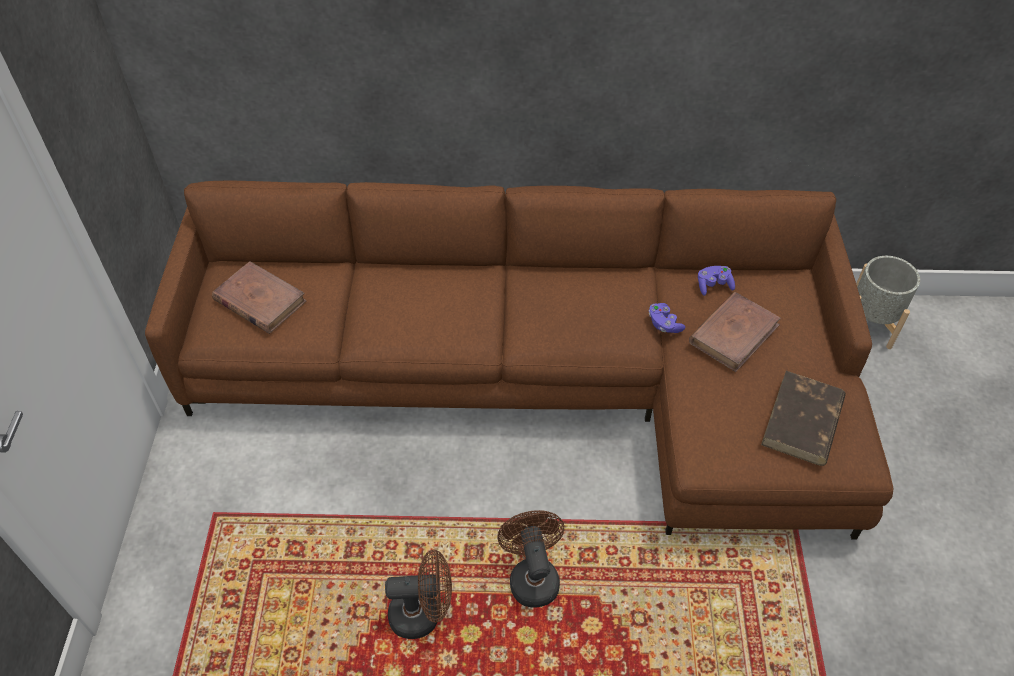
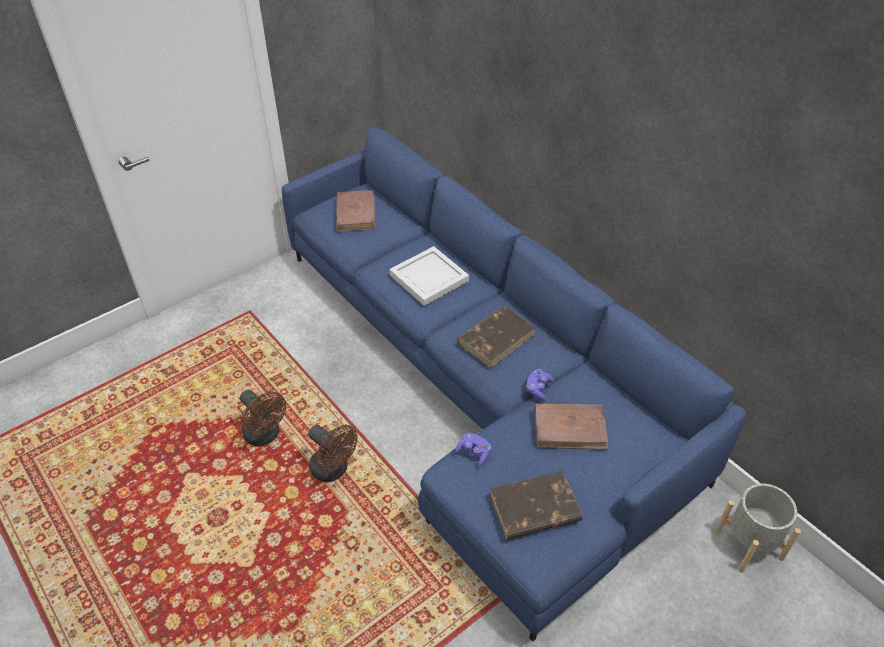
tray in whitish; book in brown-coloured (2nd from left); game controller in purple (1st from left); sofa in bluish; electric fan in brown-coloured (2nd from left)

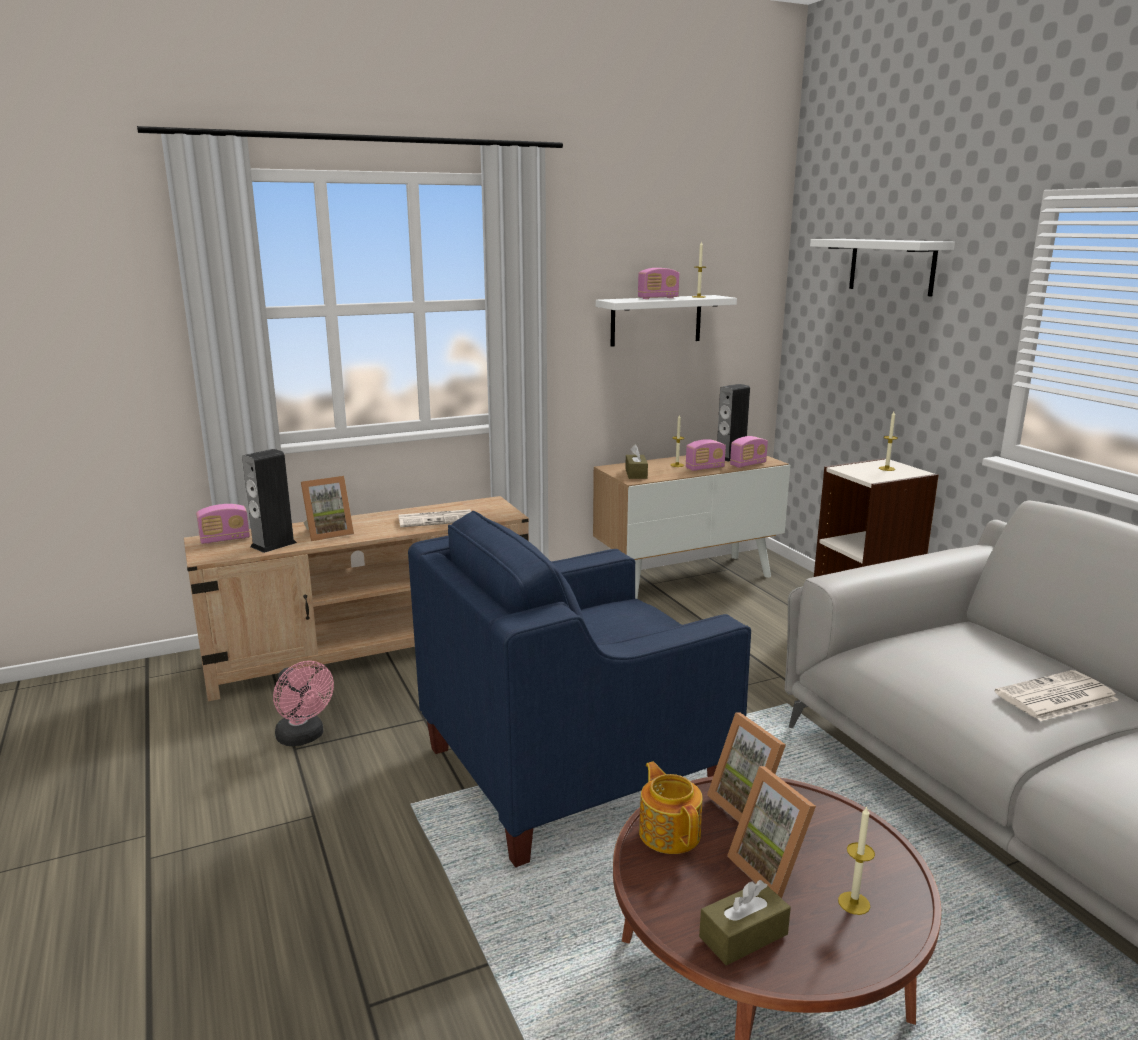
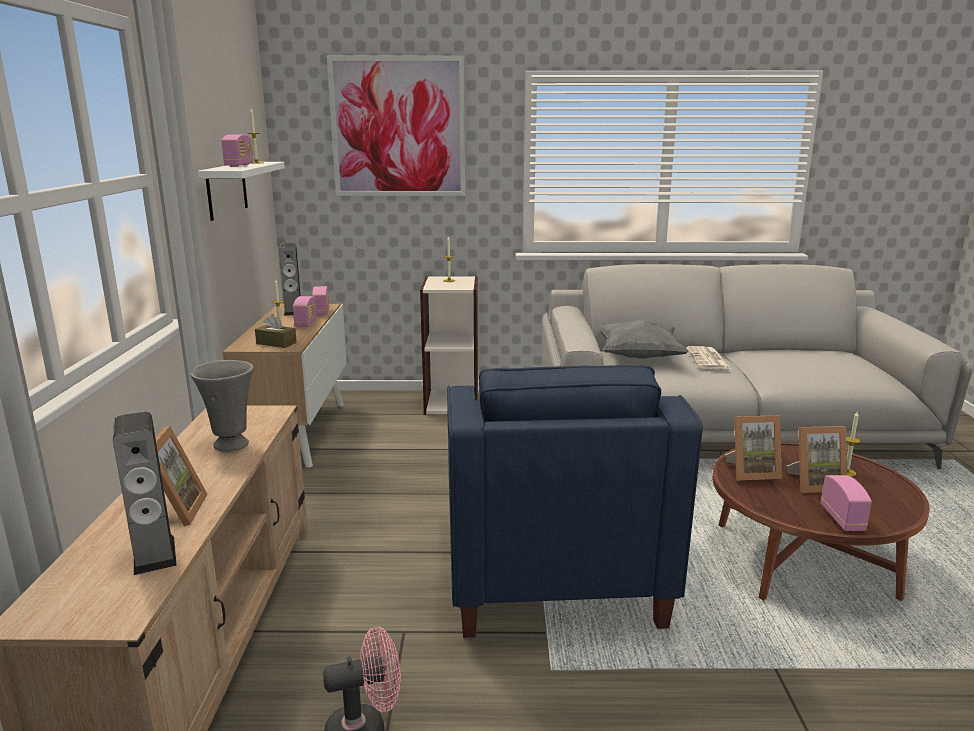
teapot; tissue box in brown-coloured (2nd from left in the first image); cushion in gray; radio (4th from left); vase in gray; wall picture

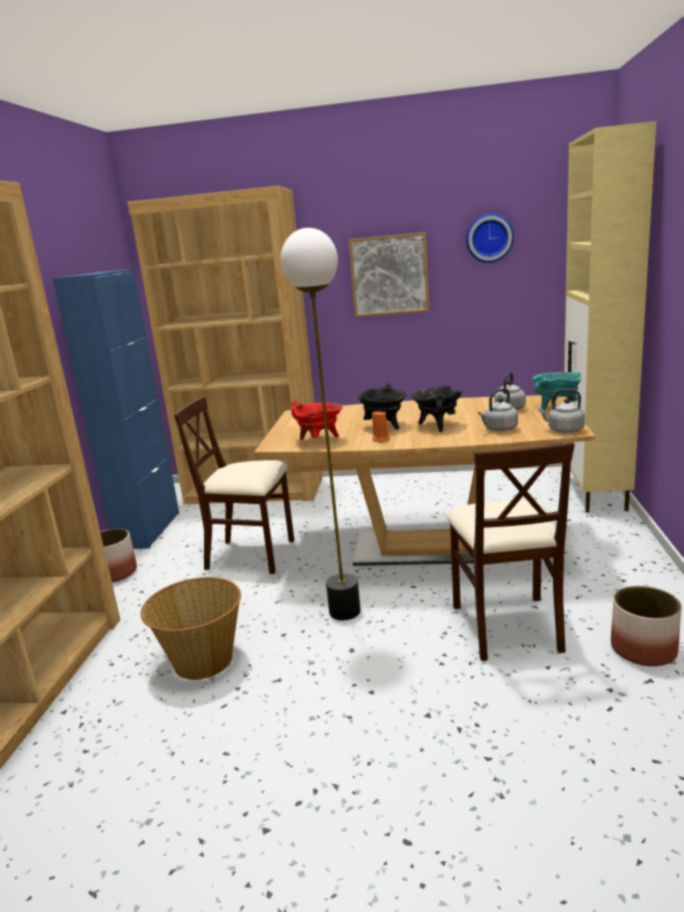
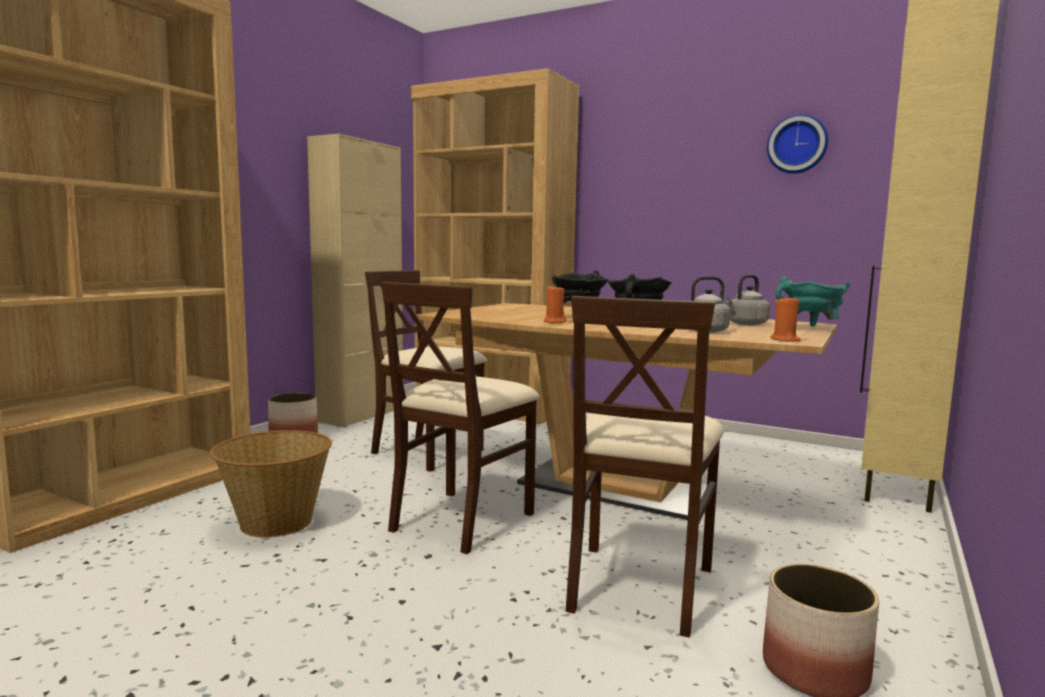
stockpot in red-coloured; wall picture; chair in sand-coloured (2nd from left); wax candle in orangey (2nd from left); cupboard in sand-coloured (1st from left)

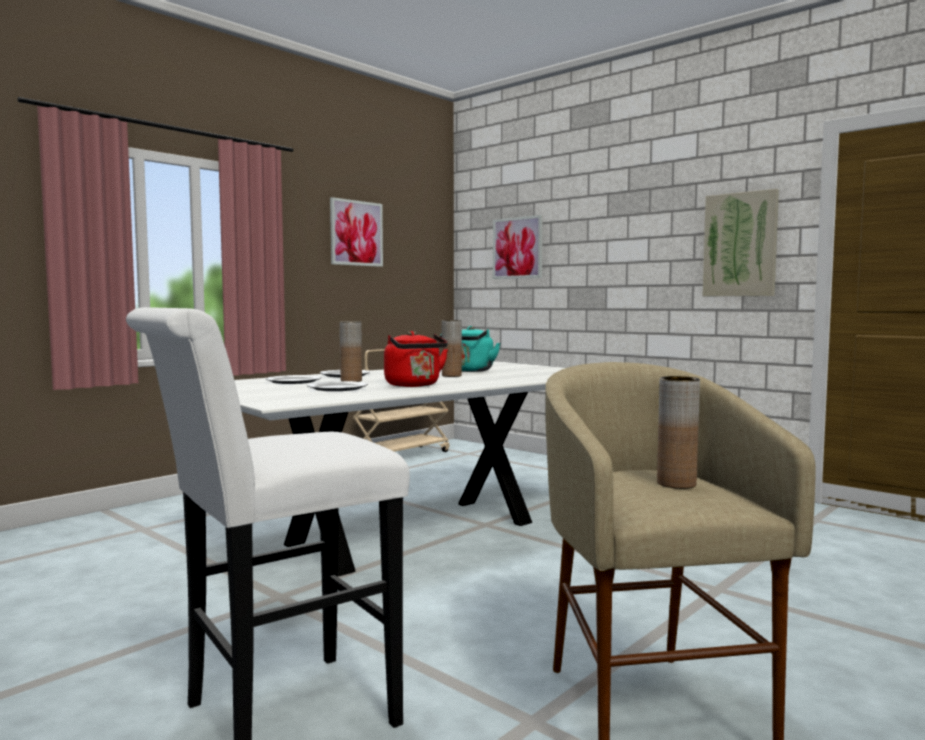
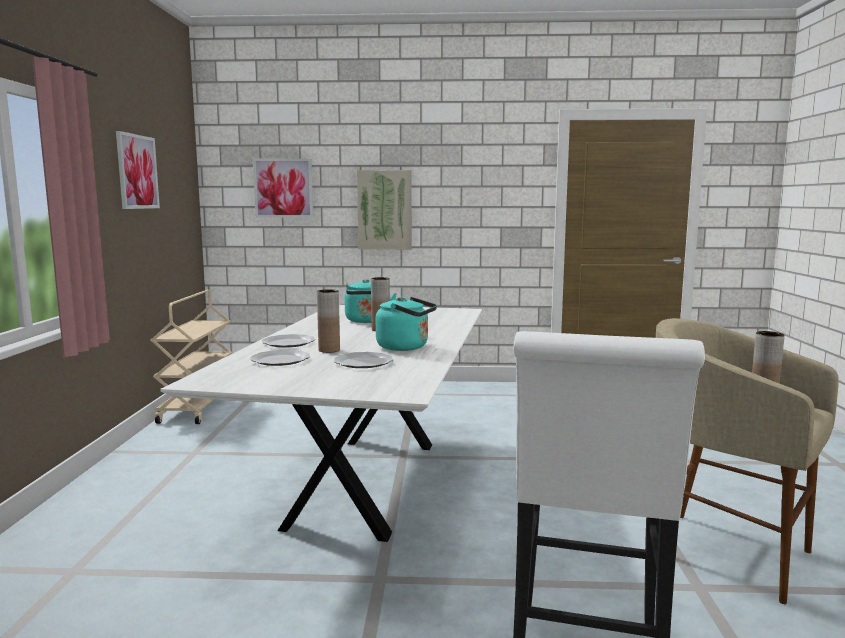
wall picture (3rd from left); tea kettle in turquoise-coloured (2nd from left)

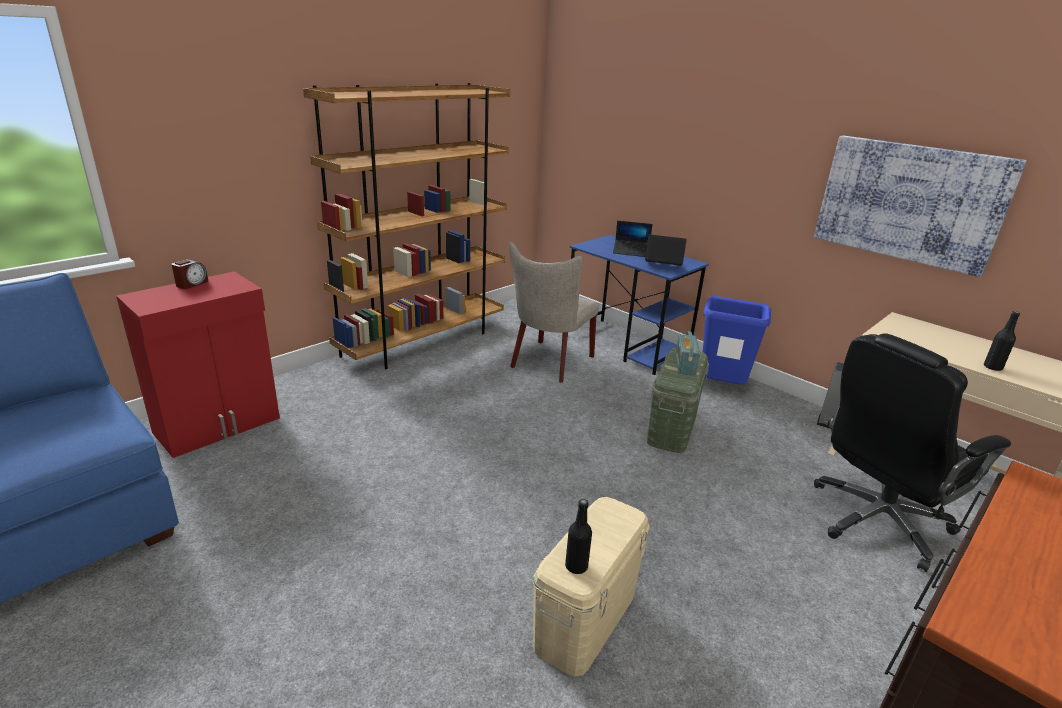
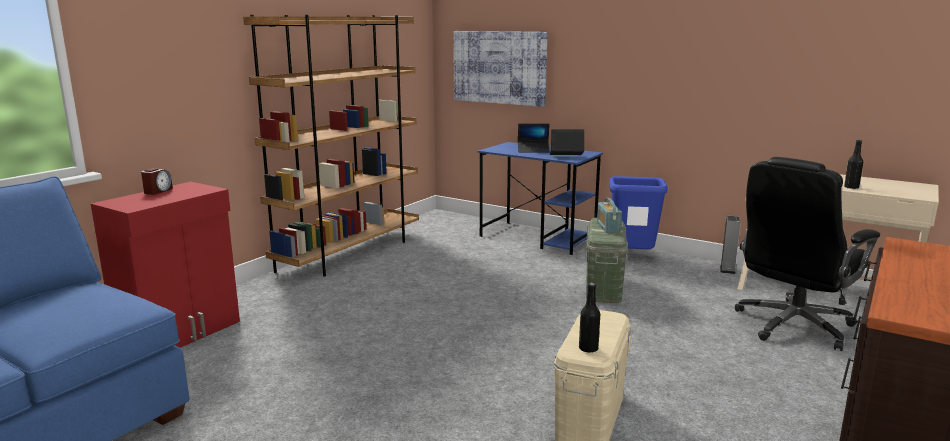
chair in sand-coloured; wall picture

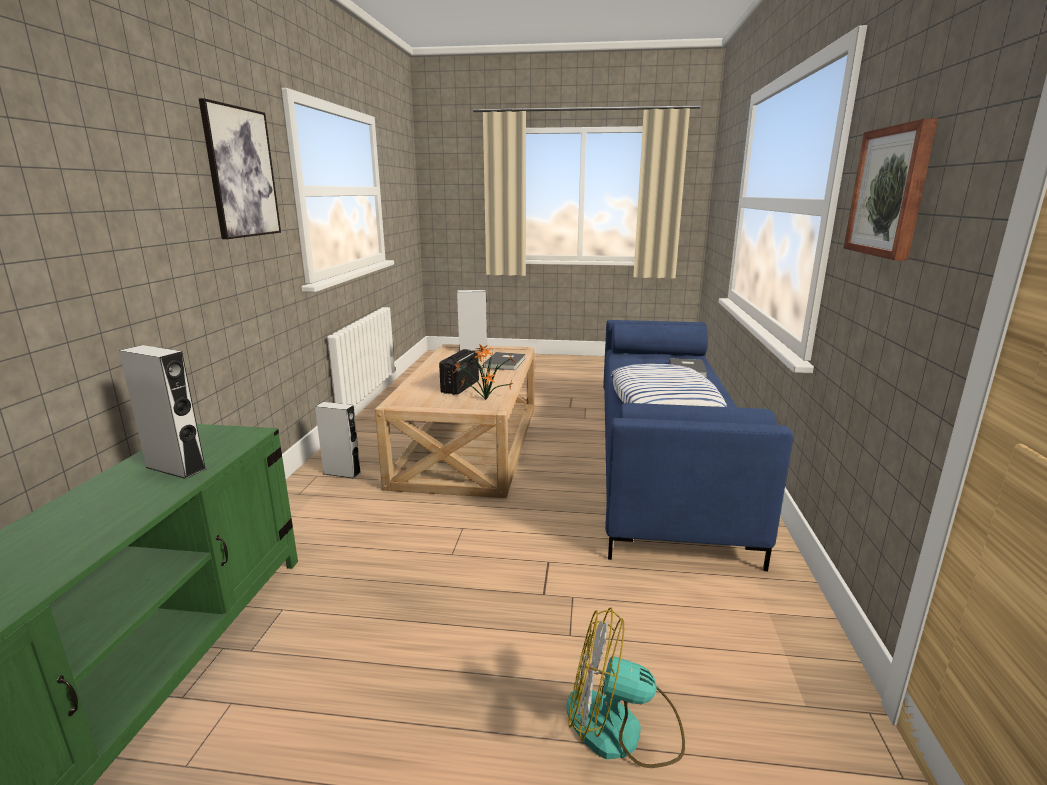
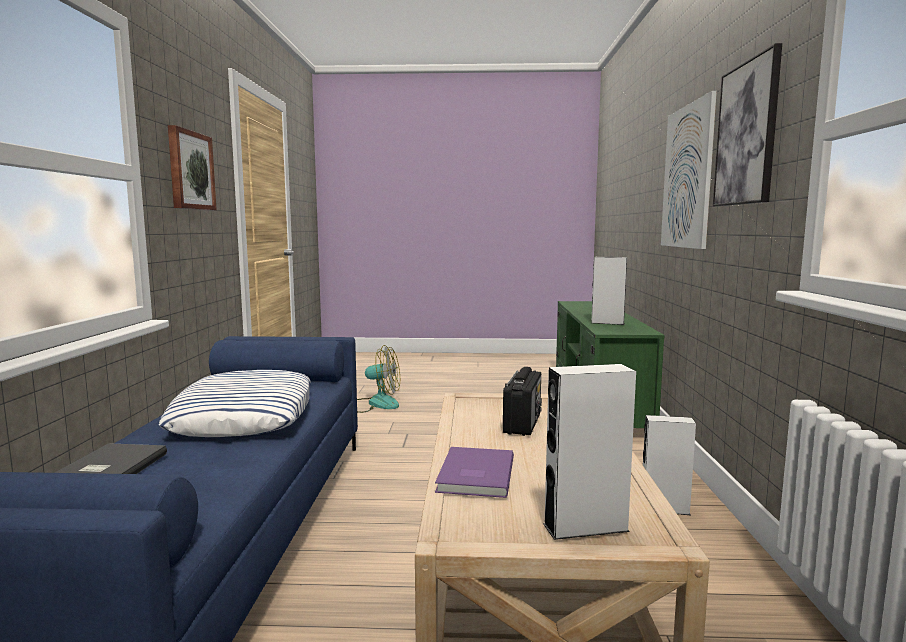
houseplant; wall picture (2nd from left); book in purple

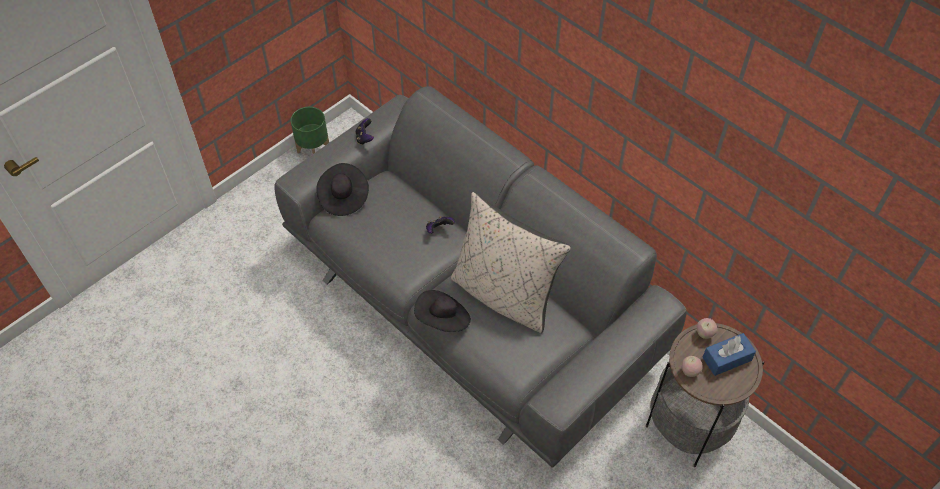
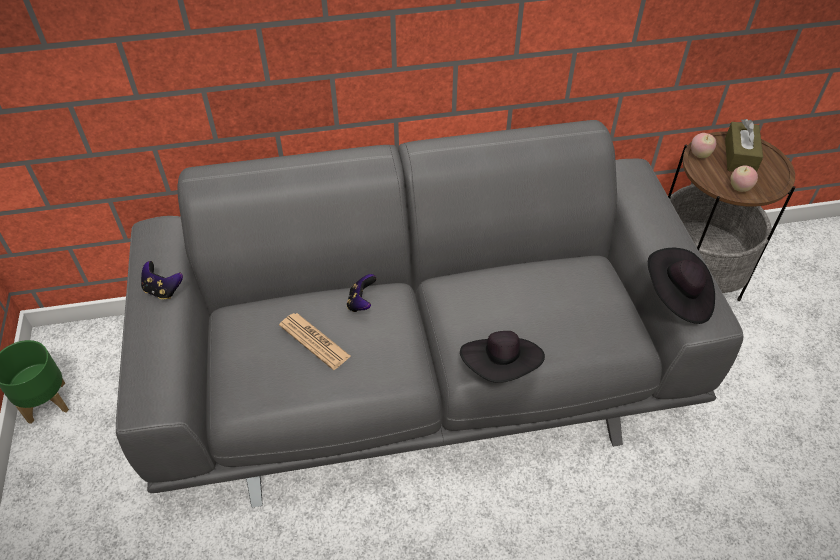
cushion in sand-coloured; printed paper; wearable hat in blackish (2nd from left); tissue box in brown-coloured

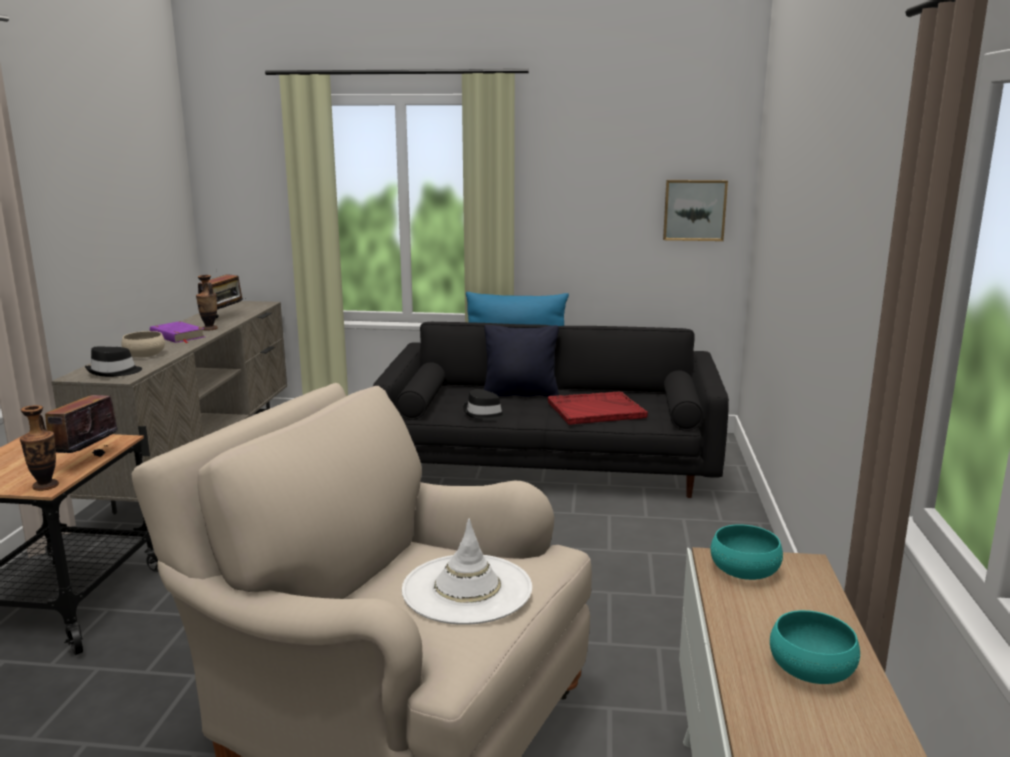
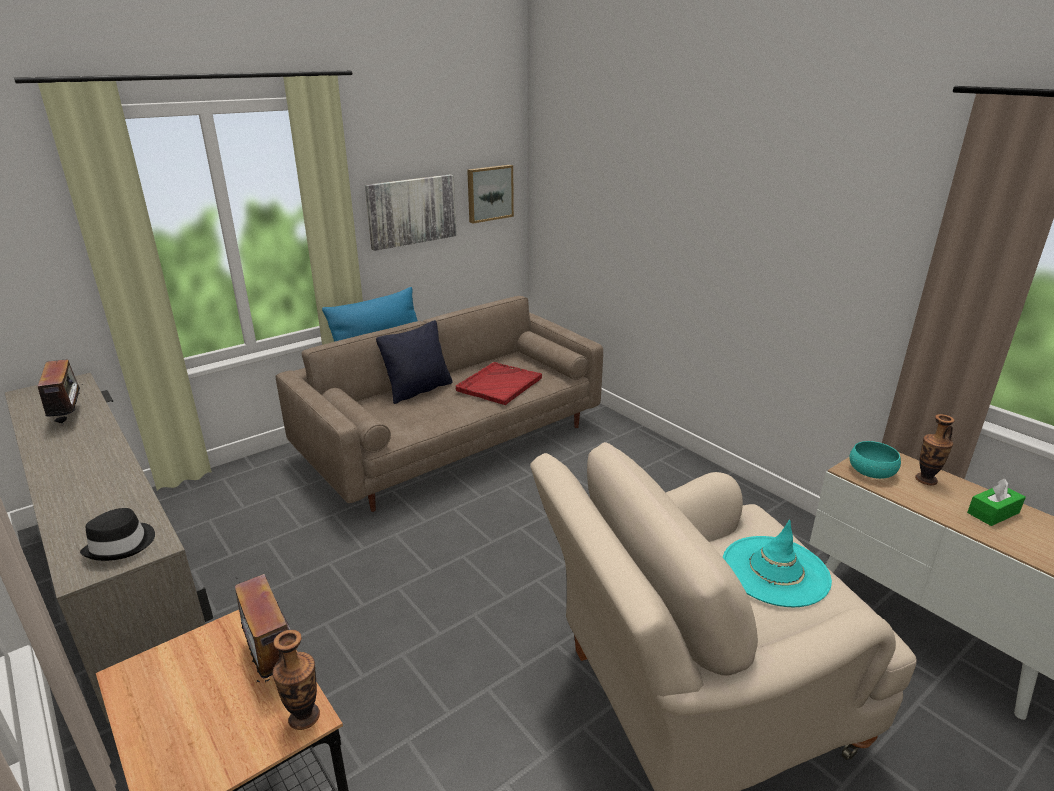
serving bowl in sand-coloured; book in purple; wearable hat in blackish (2nd from left in the first image); wall picture (1st from left); vase (2nd from left); tissue box in green-coloured; sofa in sand-coloured; wearable hat in turquoise-coloured

